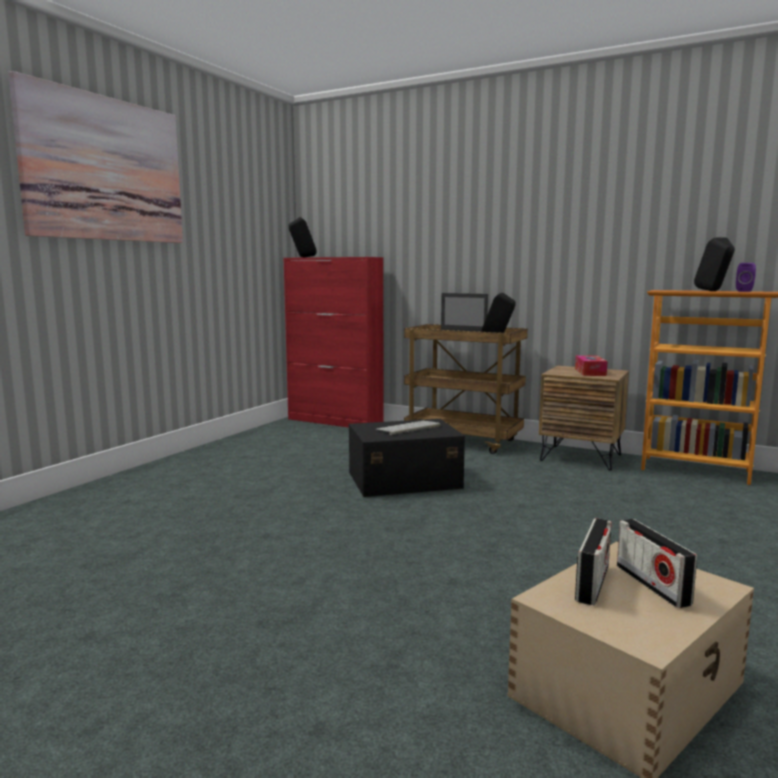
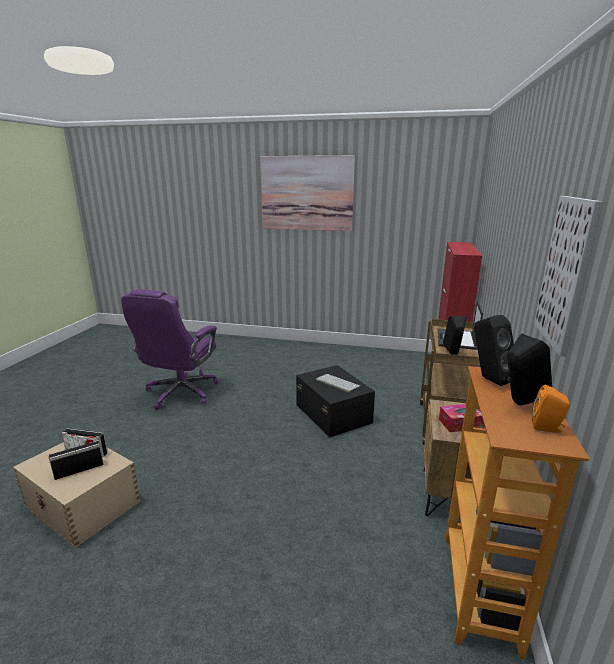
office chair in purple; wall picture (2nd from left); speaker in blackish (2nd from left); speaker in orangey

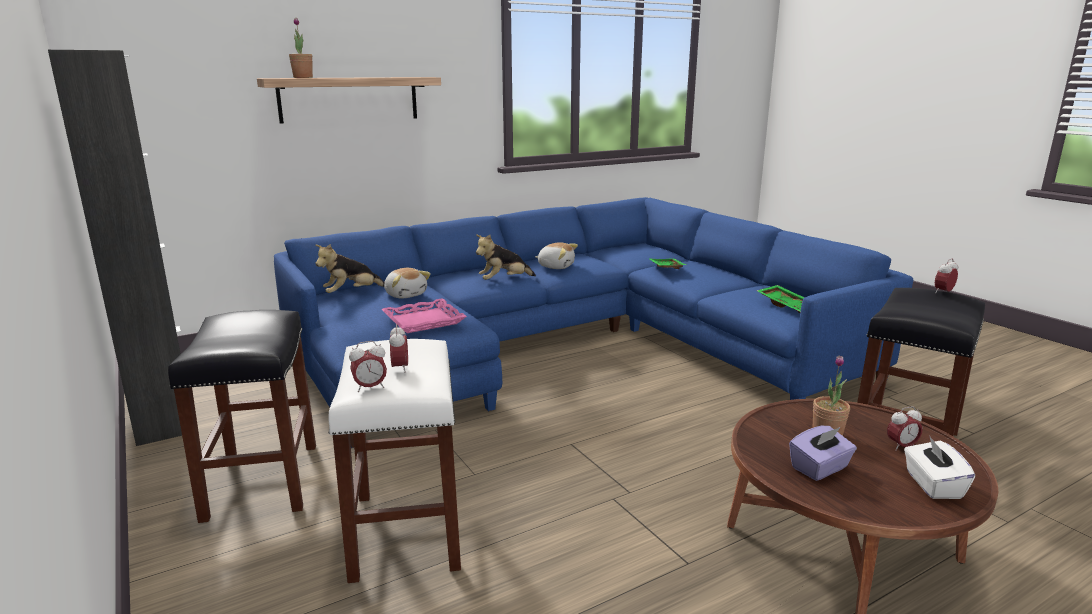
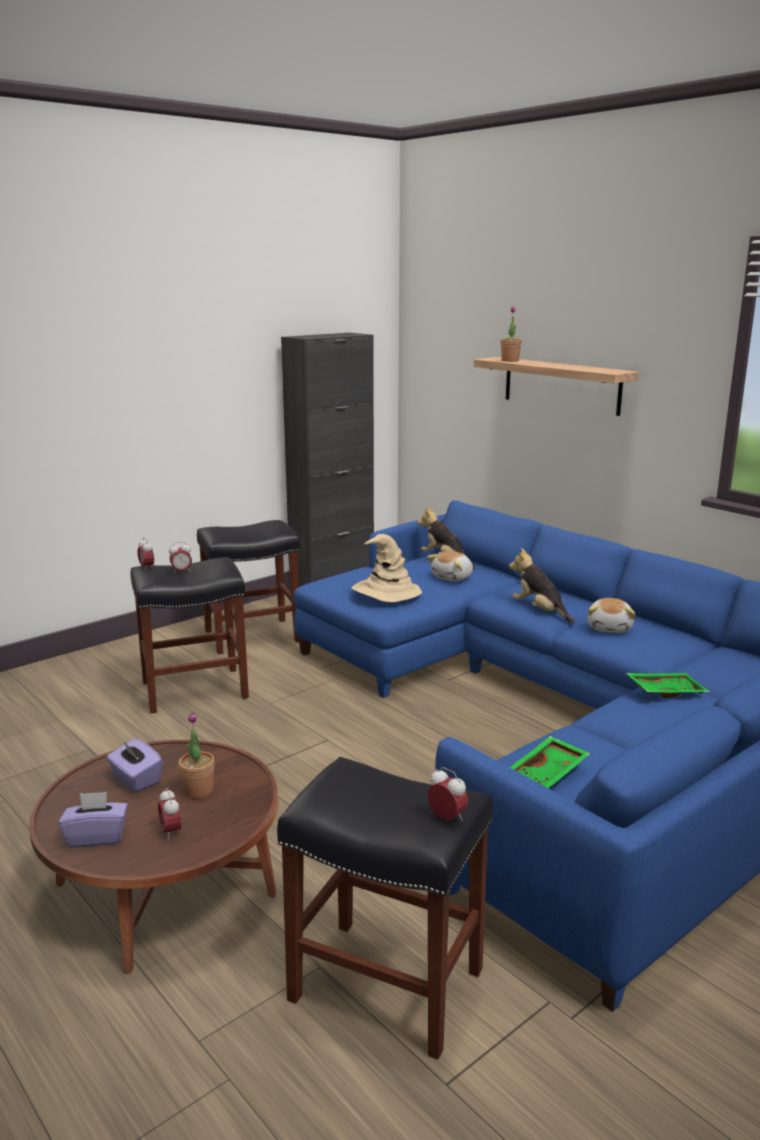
wearable hat in sand-coloured; stool seat in blackish (1st from left); tissue box in purple (1st from left)

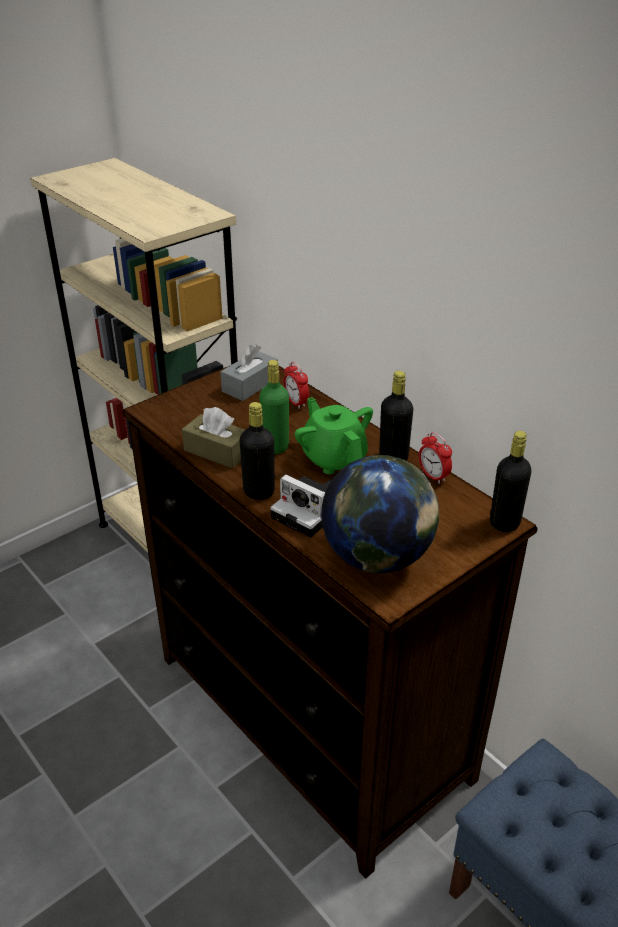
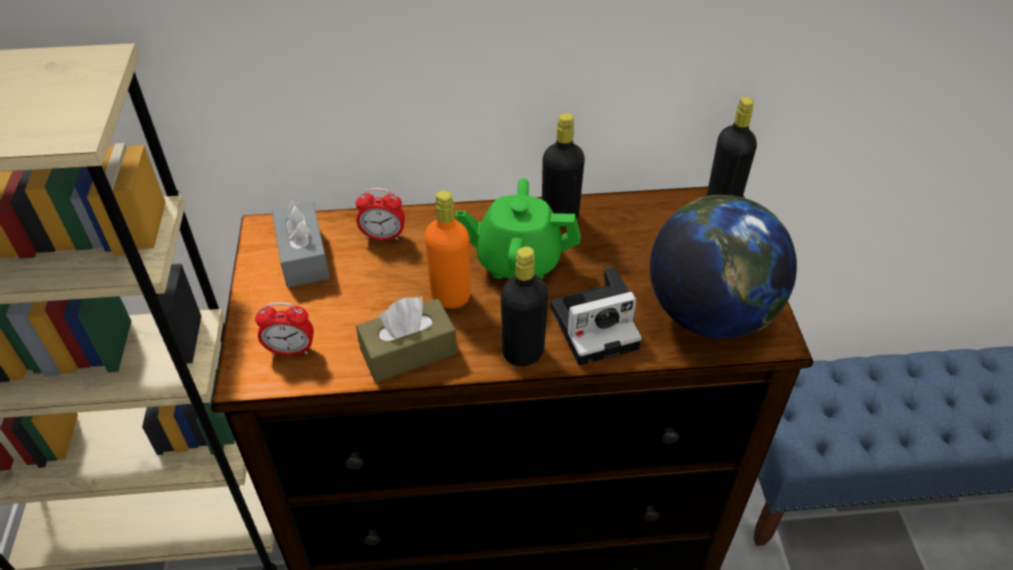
bedside clock (1st from left); bottle in orangey

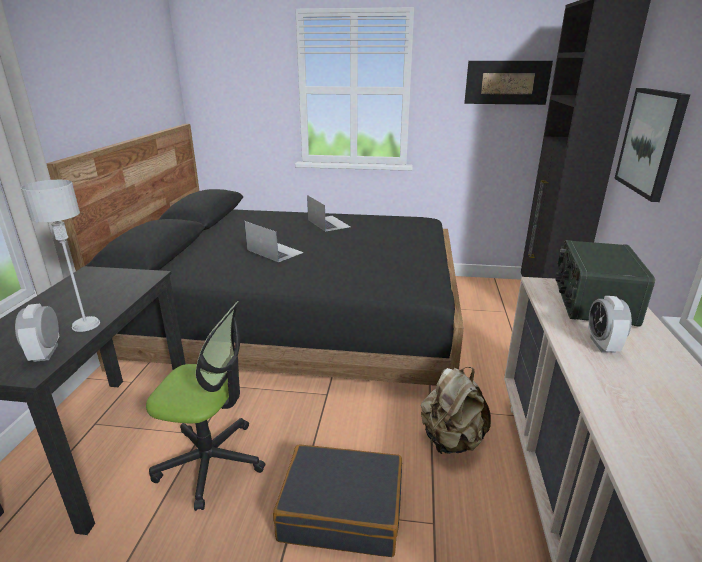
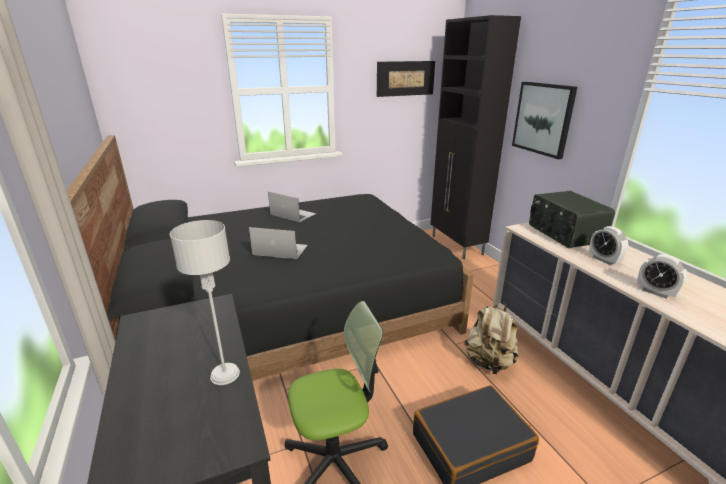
bedside clock (2nd from left)

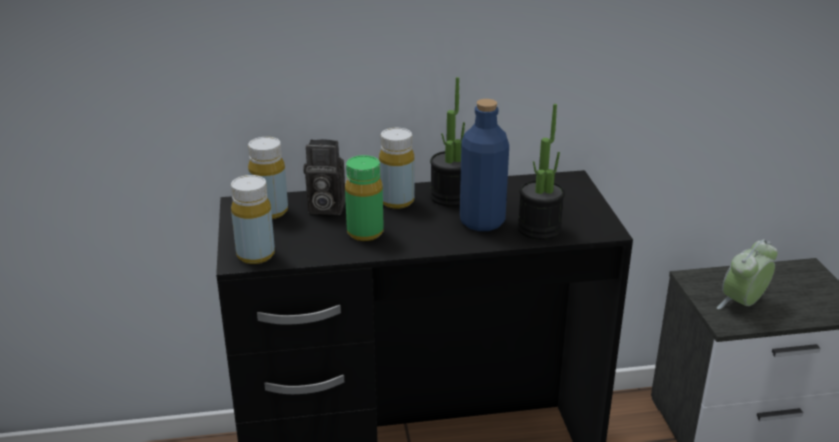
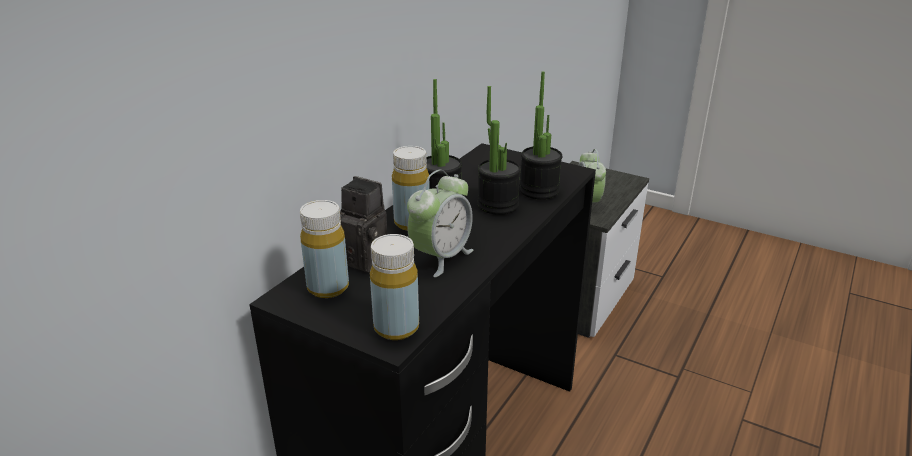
bedside clock (1st from left); houseplant (2nd from left); photo camera

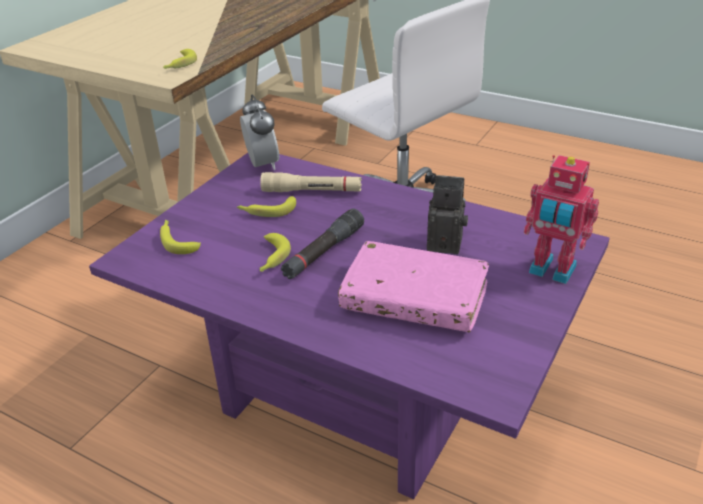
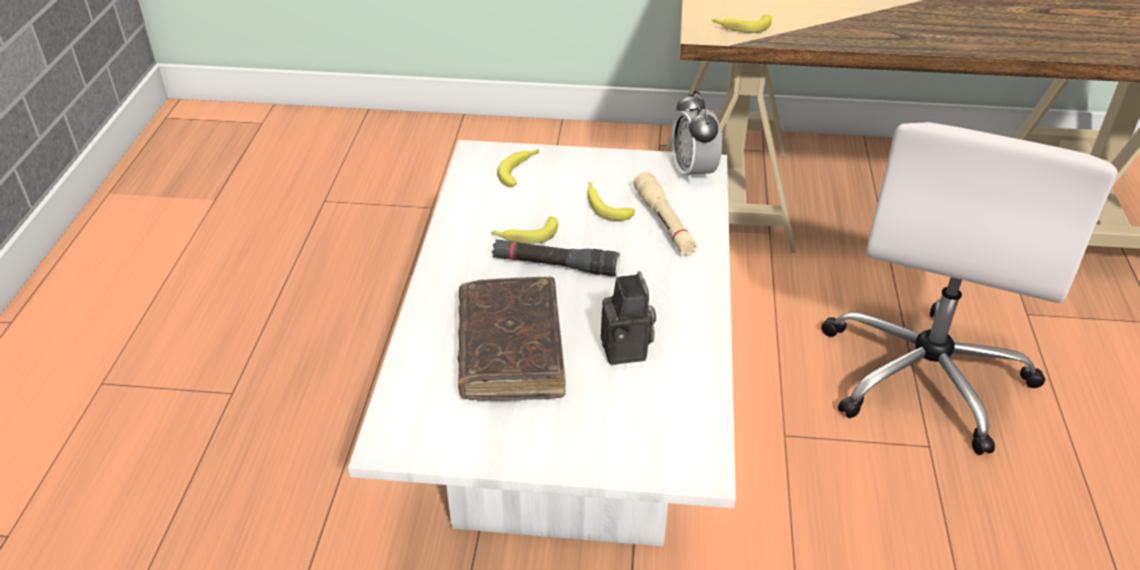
model robot; low table in whitish; book in brown-coloured; bedside clock

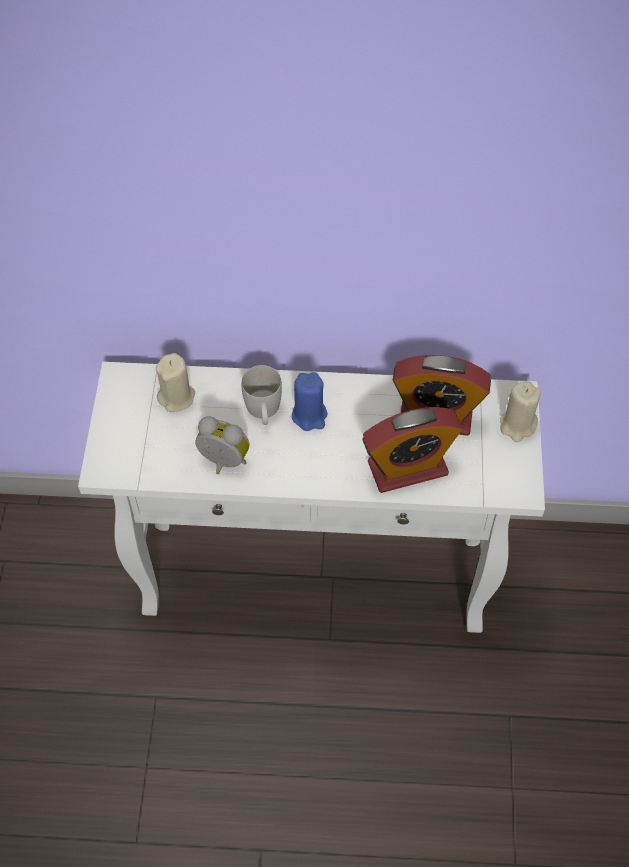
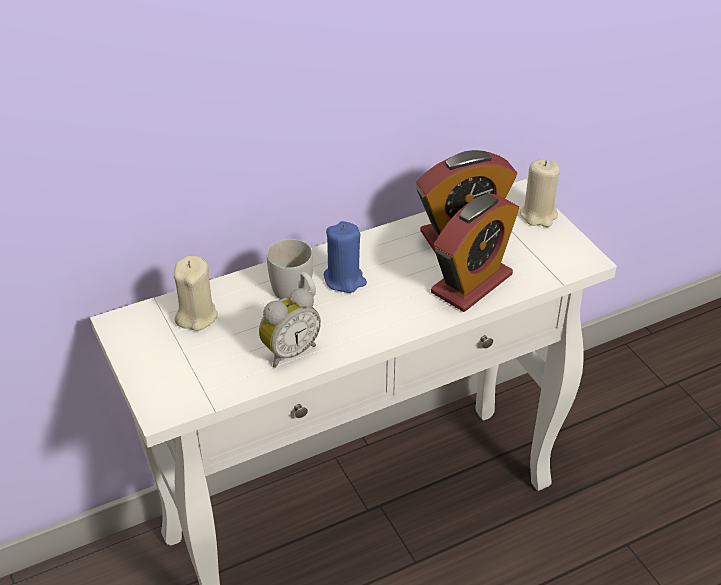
bedside clock (1st from left)

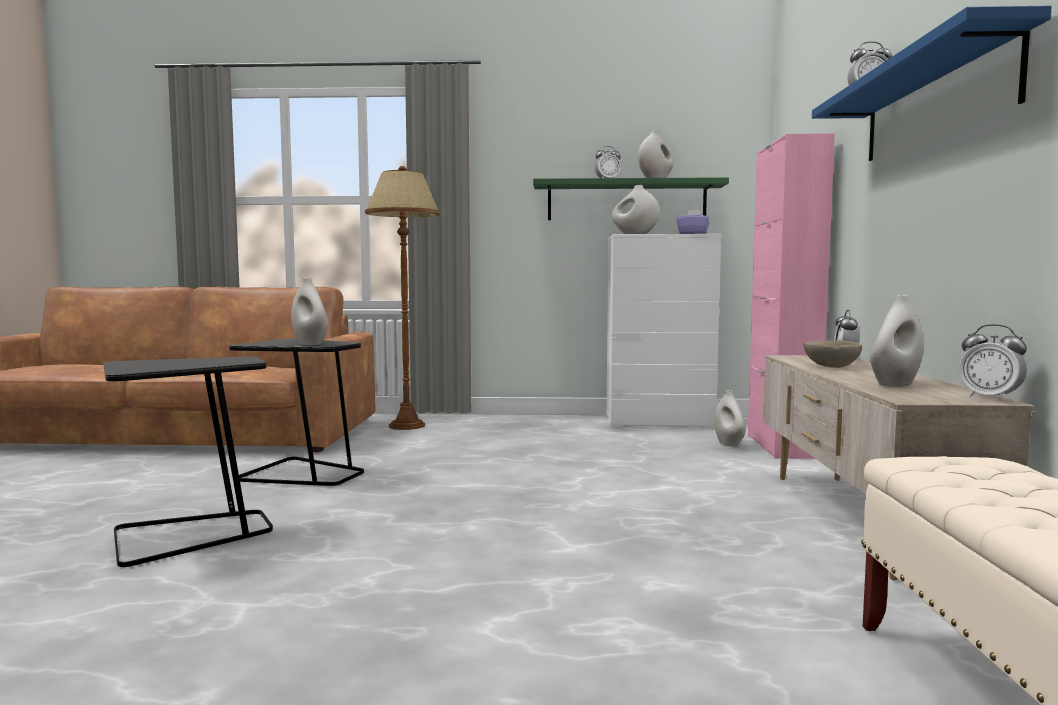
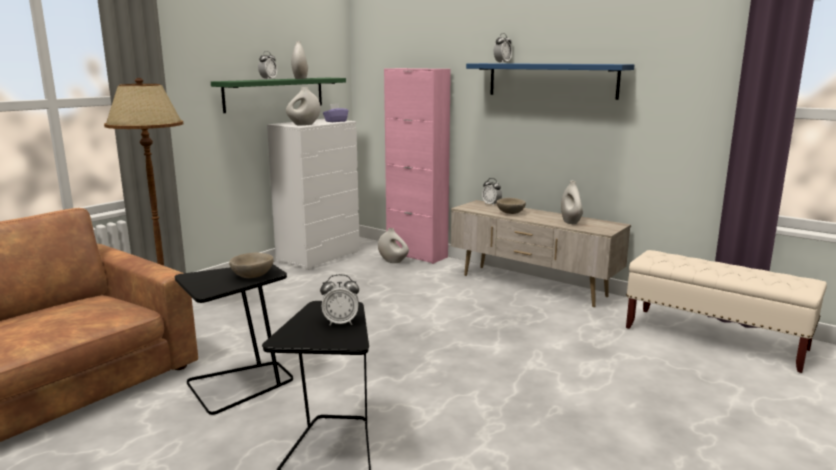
bedside clock (2nd from left); serving bowl in sand-coloured (1st from left)

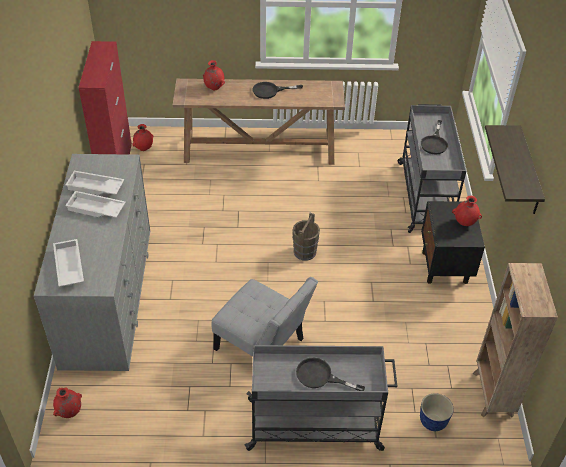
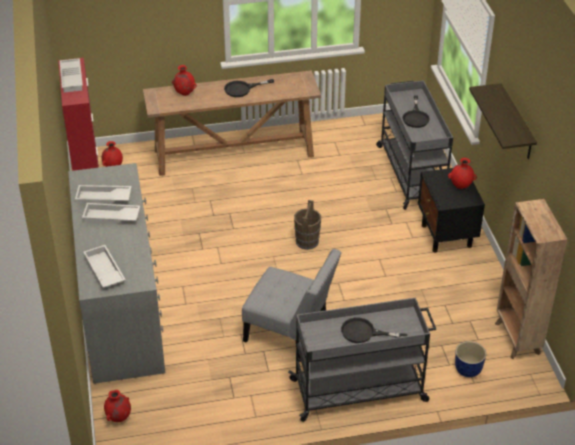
tray in whitish (1st from left)

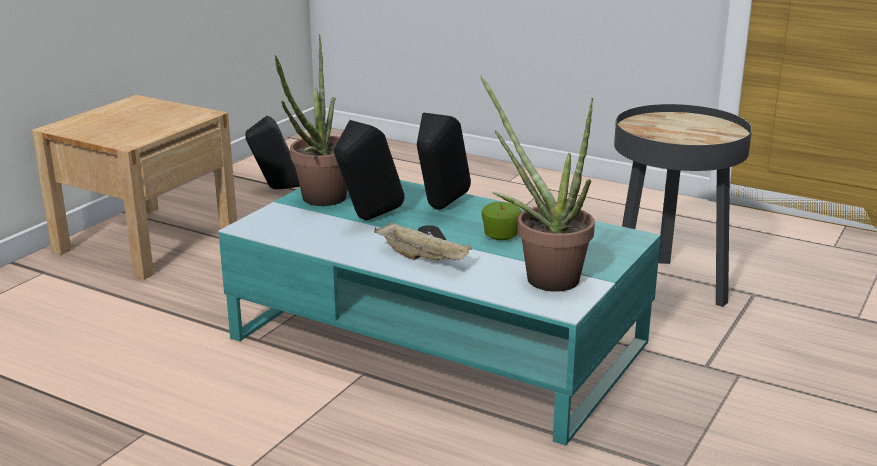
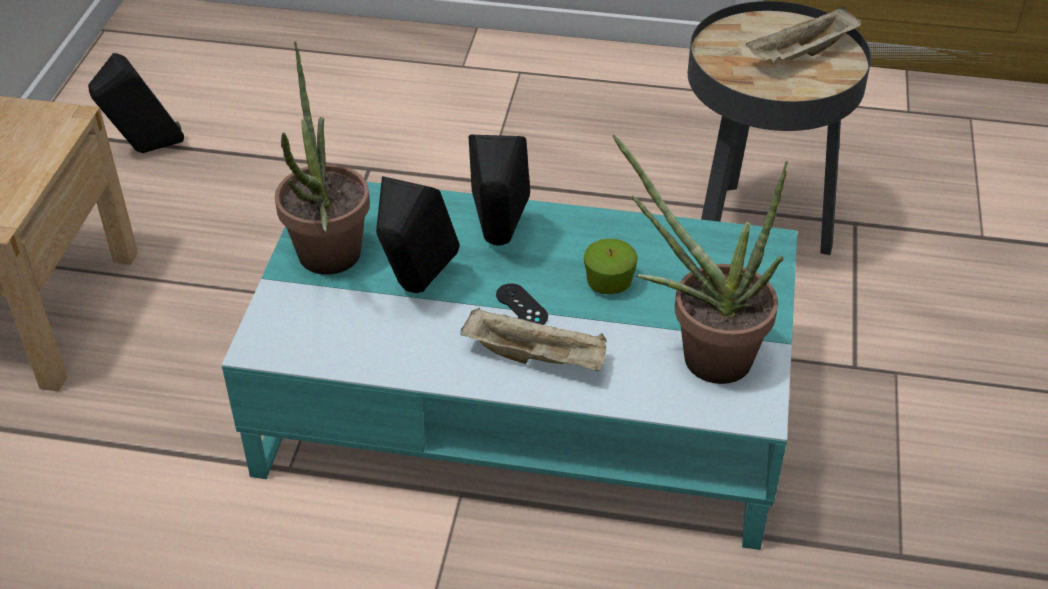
tray in sand-coloured (2nd from left)

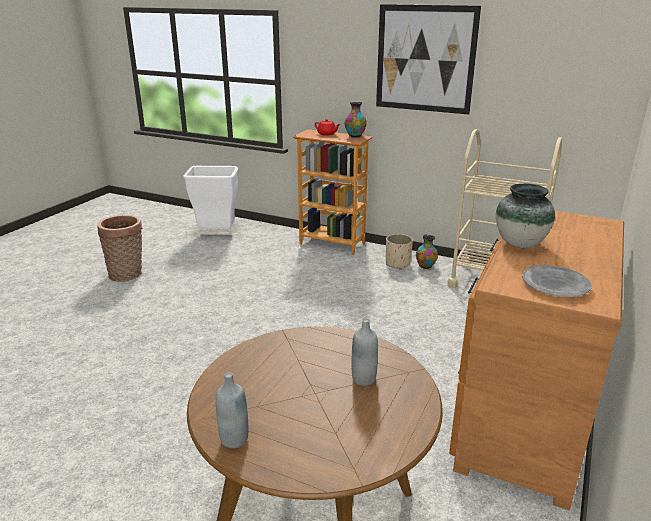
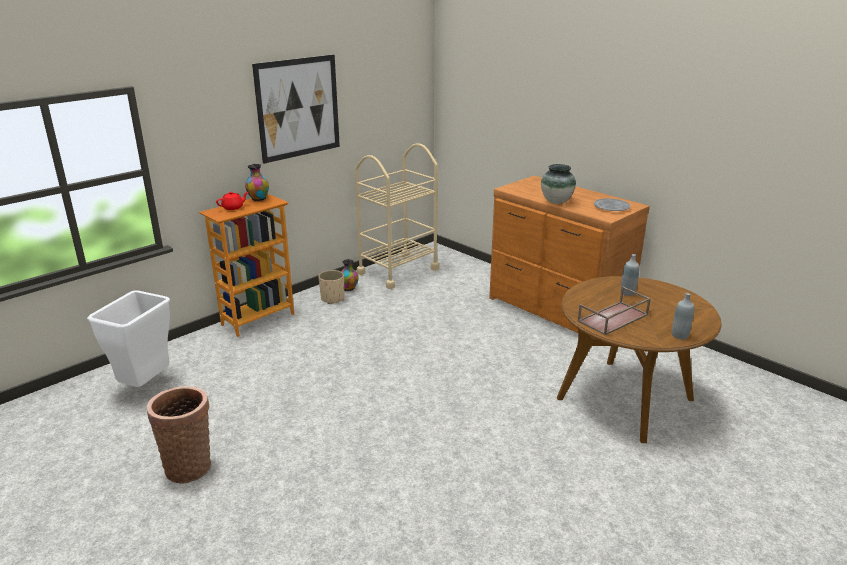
tray in brown-coloured

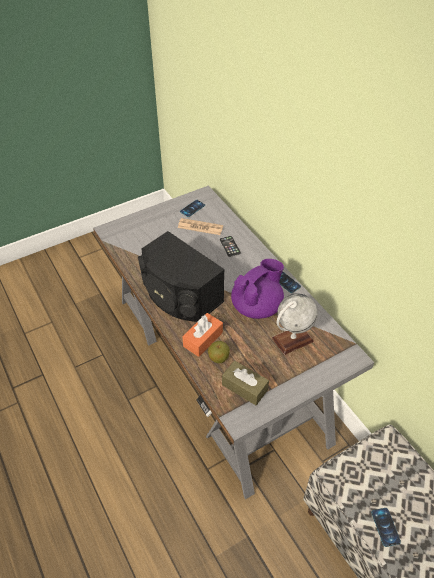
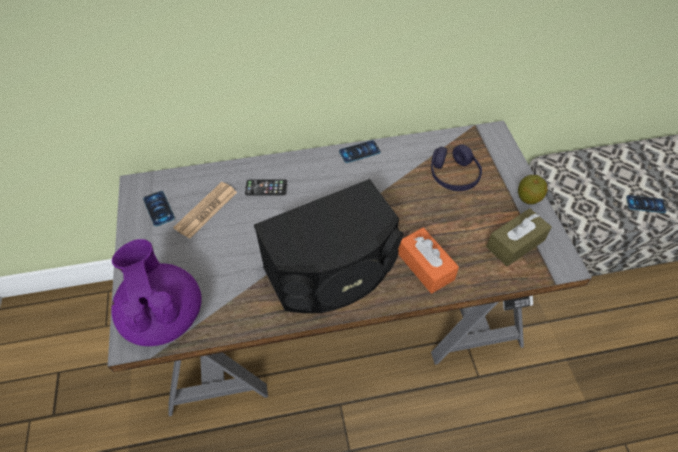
apple; teapot in purple; headphones in purple

